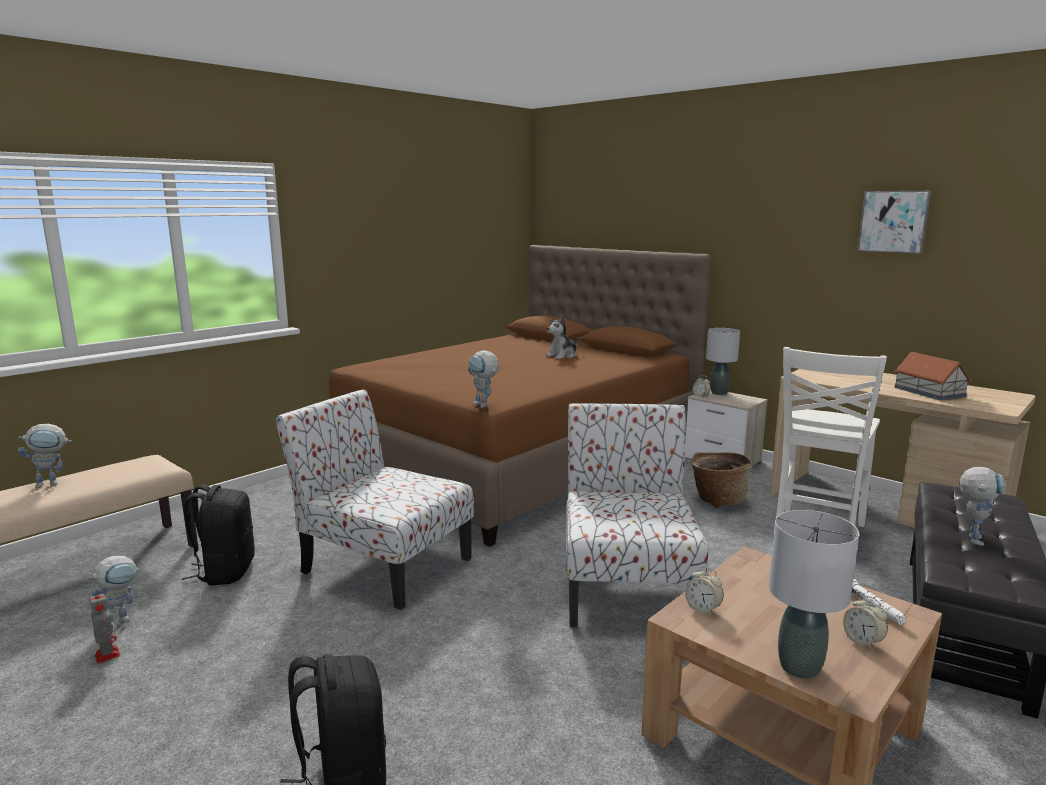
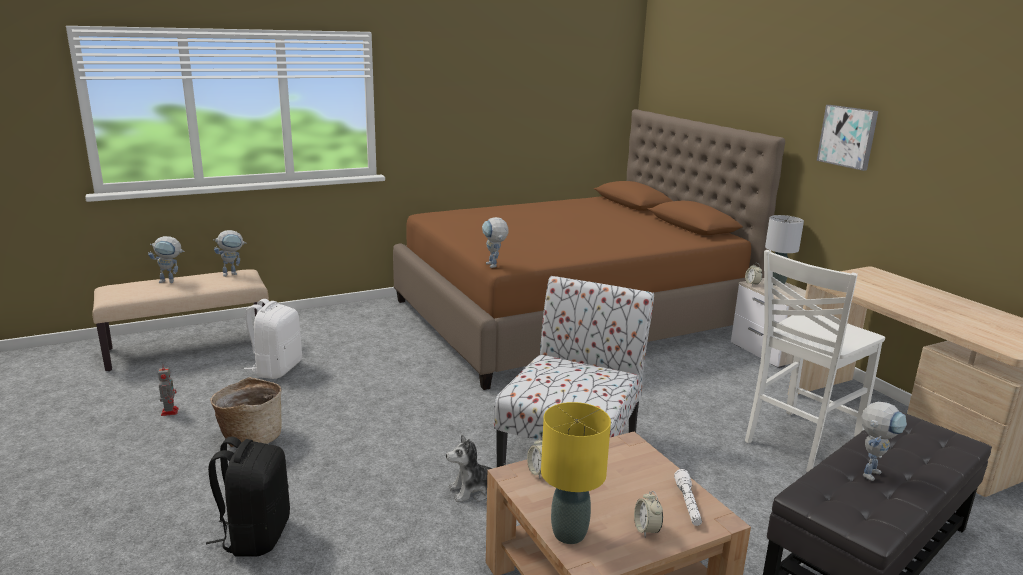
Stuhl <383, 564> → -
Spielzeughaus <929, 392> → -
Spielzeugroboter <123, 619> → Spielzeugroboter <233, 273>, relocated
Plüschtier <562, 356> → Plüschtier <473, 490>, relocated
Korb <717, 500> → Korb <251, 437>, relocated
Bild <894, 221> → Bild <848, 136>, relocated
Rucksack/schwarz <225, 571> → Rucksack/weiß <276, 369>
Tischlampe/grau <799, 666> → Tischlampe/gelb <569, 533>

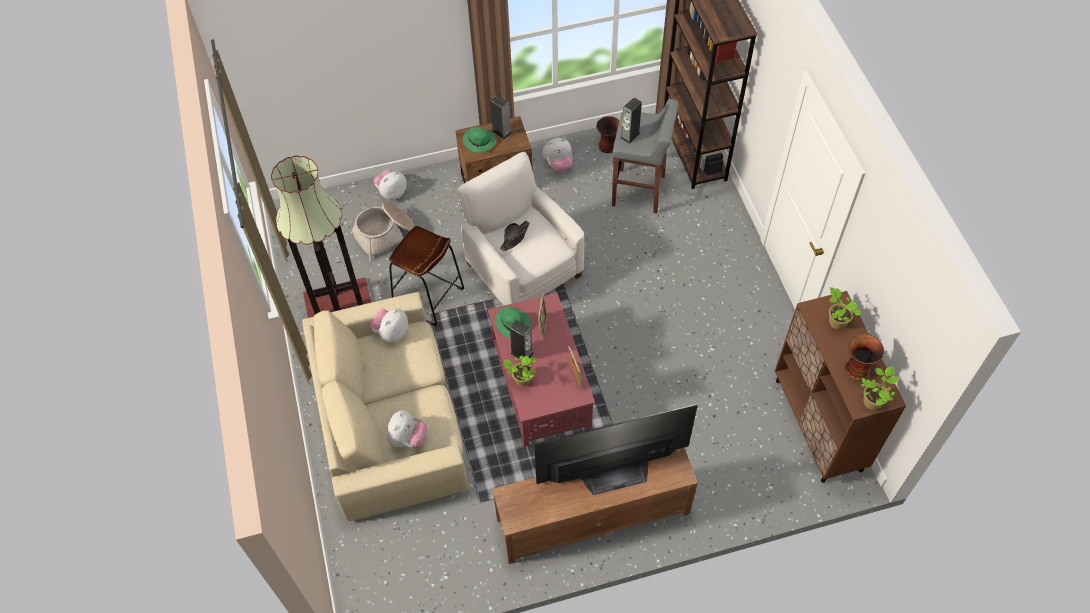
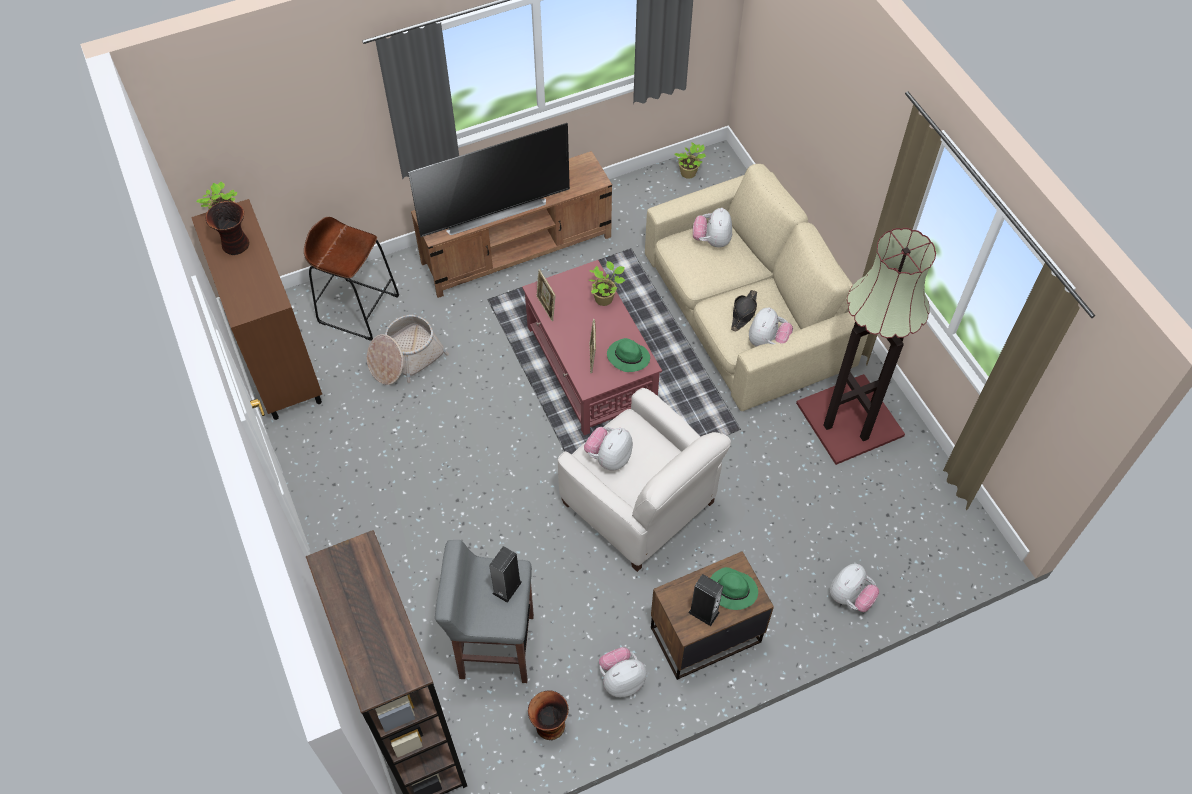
Lautsprecher <521, 353> → -
- → Plüschtier <609, 457>
Korb <385, 234> → Korb <405, 358>, relocated
Hocker/braun <428, 297> → Hocker/braun <358, 309>, relocated
Hut/schwarz <515, 237> → Hut/schwarz <743, 313>, relocated
Topfpflanze <836, 321> → Topfpflanze <689, 173>, relocated

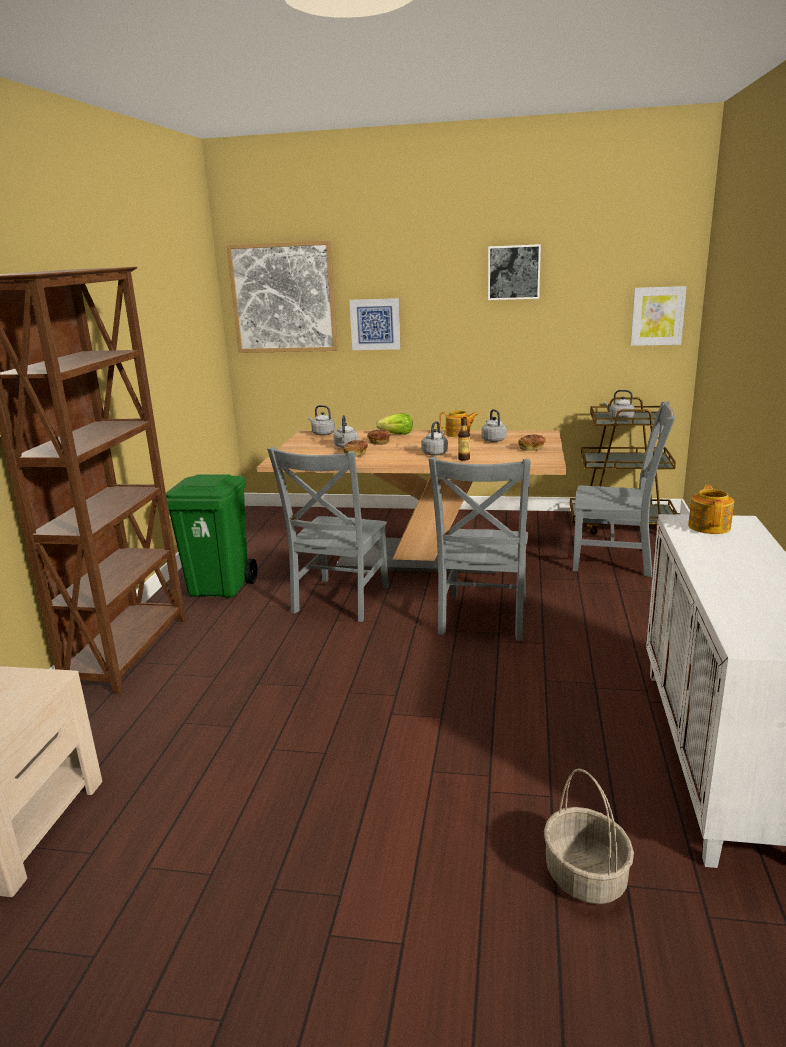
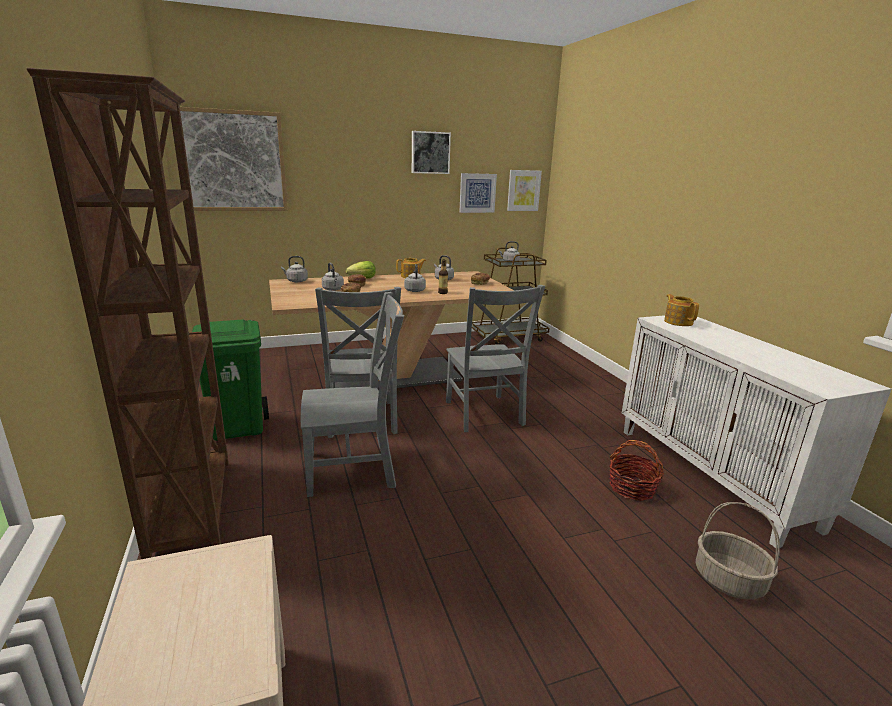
- → Korb <632, 488>
Bild <375, 324> → Bild <477, 193>, relocated
Stuhl/grau <616, 560> → Stuhl/grau <355, 469>, relocated

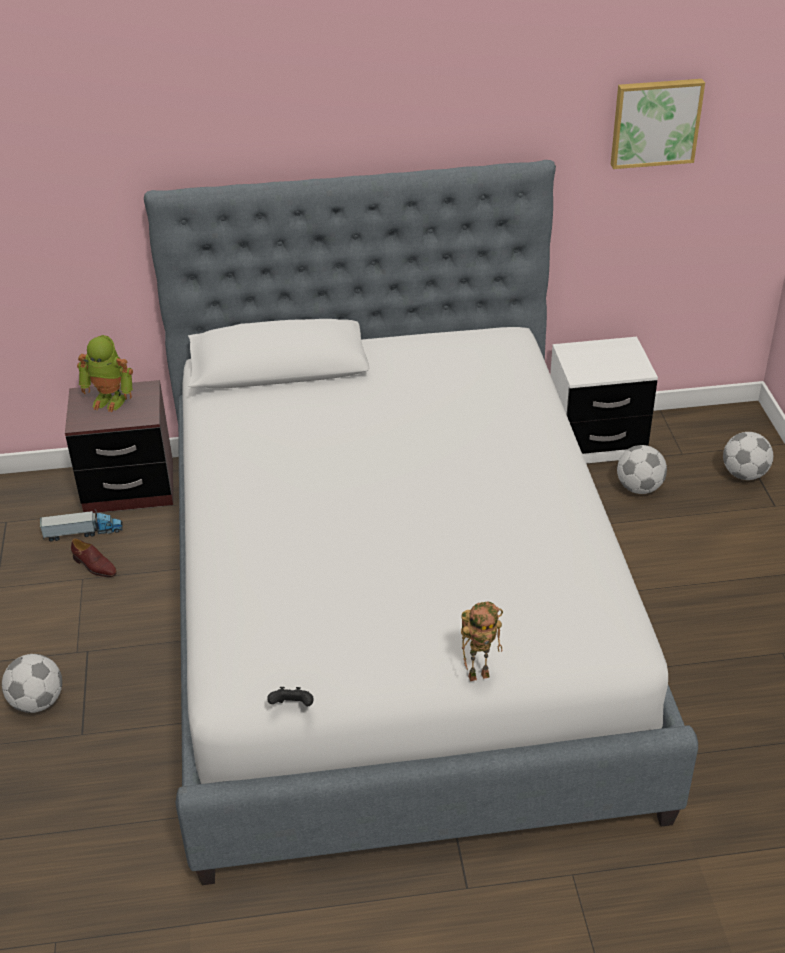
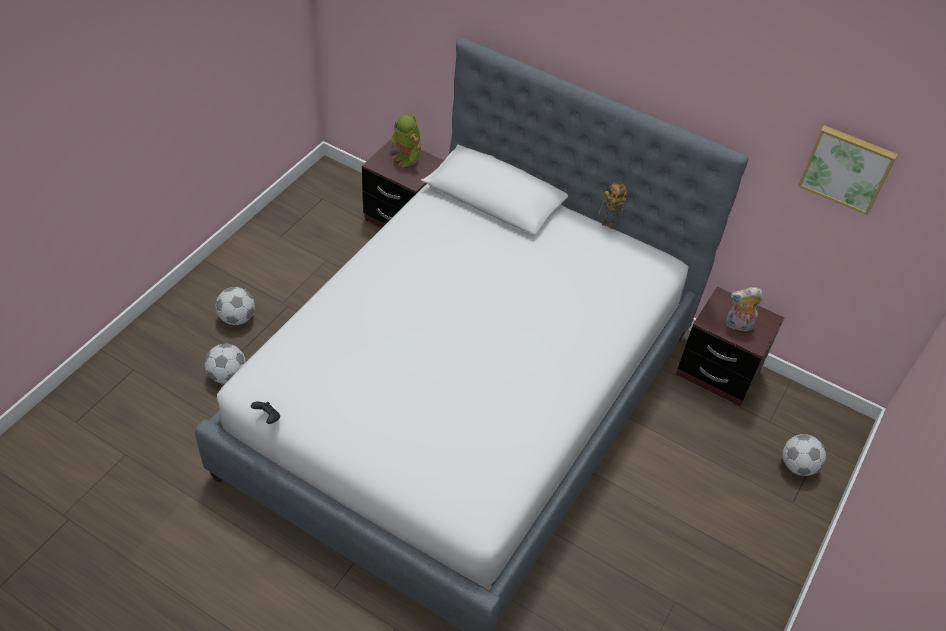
Spielzeuglaster <83, 532> → -
Schuh/braun <94, 566> → -
- → Plüschtier <738, 325>
Spielzeugroboter <479, 674> → Spielzeugroboter <609, 225>, relocated
Fußball <639, 488> → Fußball <227, 375>, relocated
Nachttisch/weiß <595, 442> → Nachttisch/braun <718, 372>

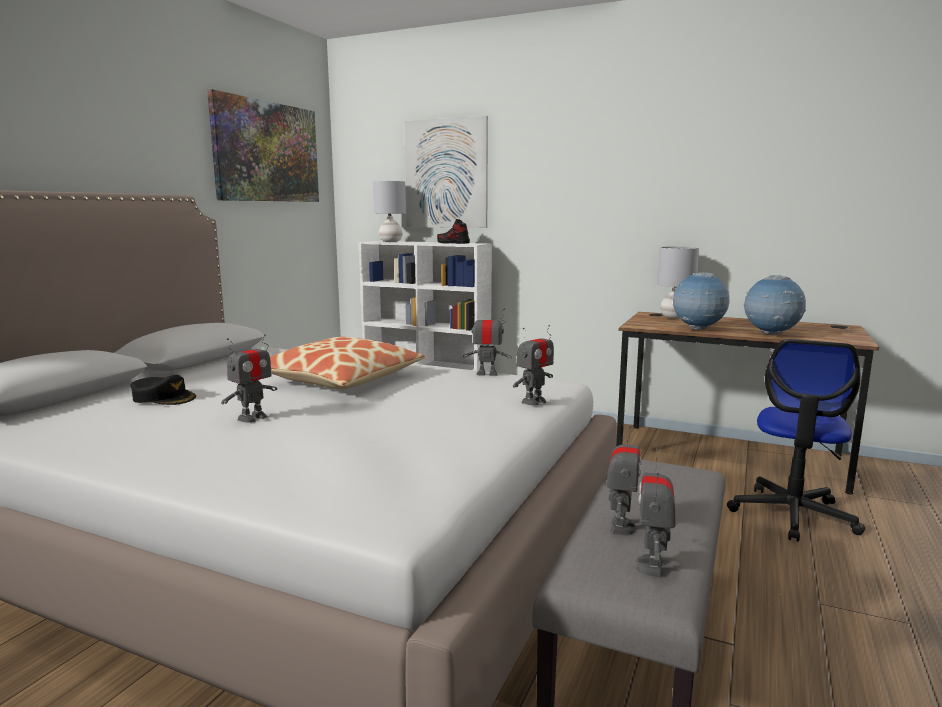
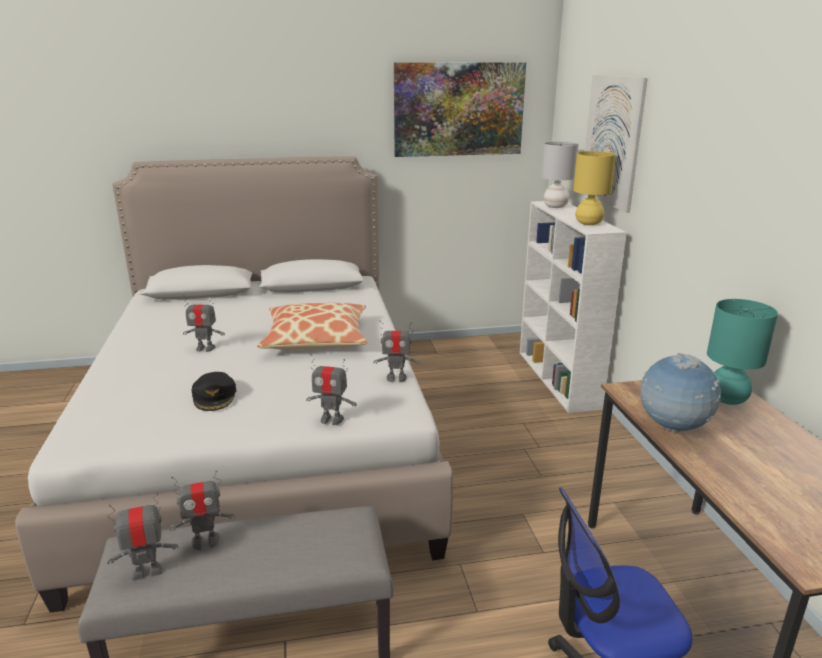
Globus <771, 335> → -
Kappe/schwarz <164, 398> → Kappe/schwarz <215, 396>, relocated
Schuh <453, 243> → Tischlampe/gelb <588, 223>
Tischlampe/grau <673, 317> → Tischlampe/türkis <727, 399>
Spielzeugroboter <487, 374> → Spielzeugroboter <396, 378>, 120 degrees clockwise

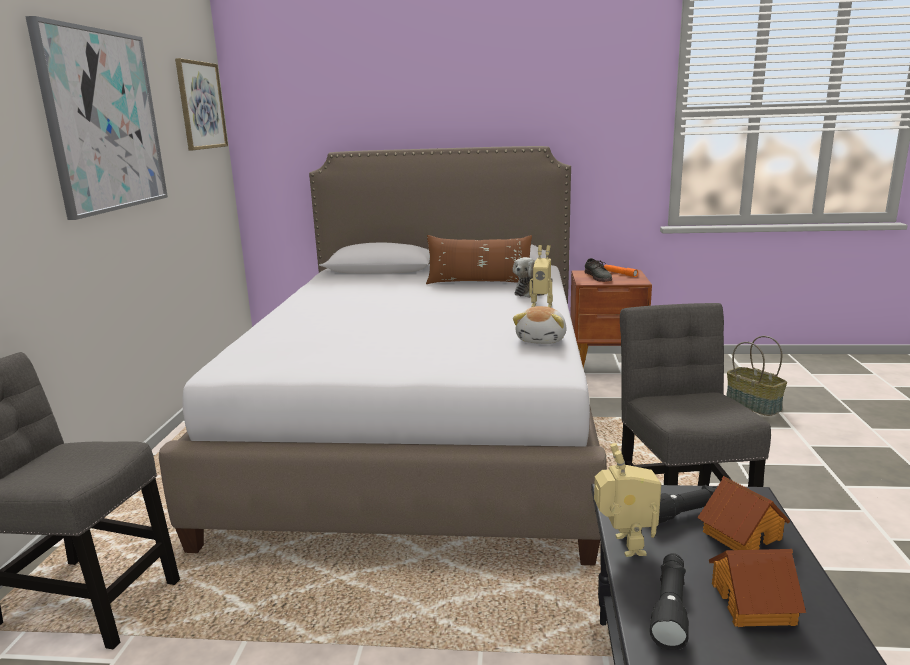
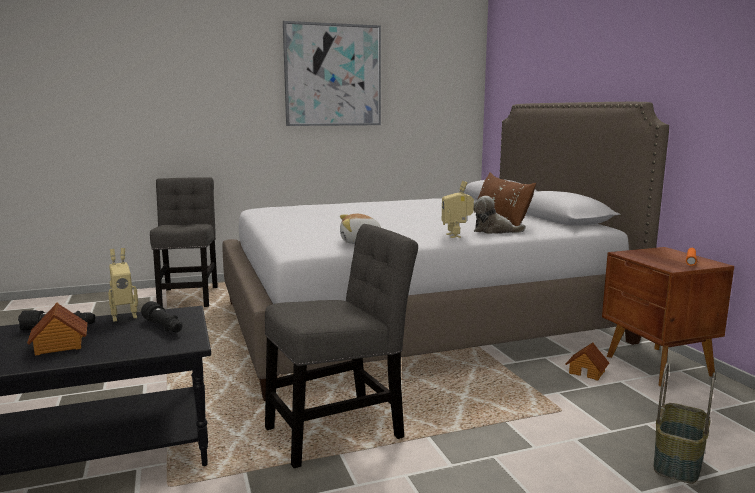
Bild <201, 105> → -
Schuh/grau <598, 277> → -
Spielzeughaus <741, 534> → Spielzeughaus <587, 372>, relocated

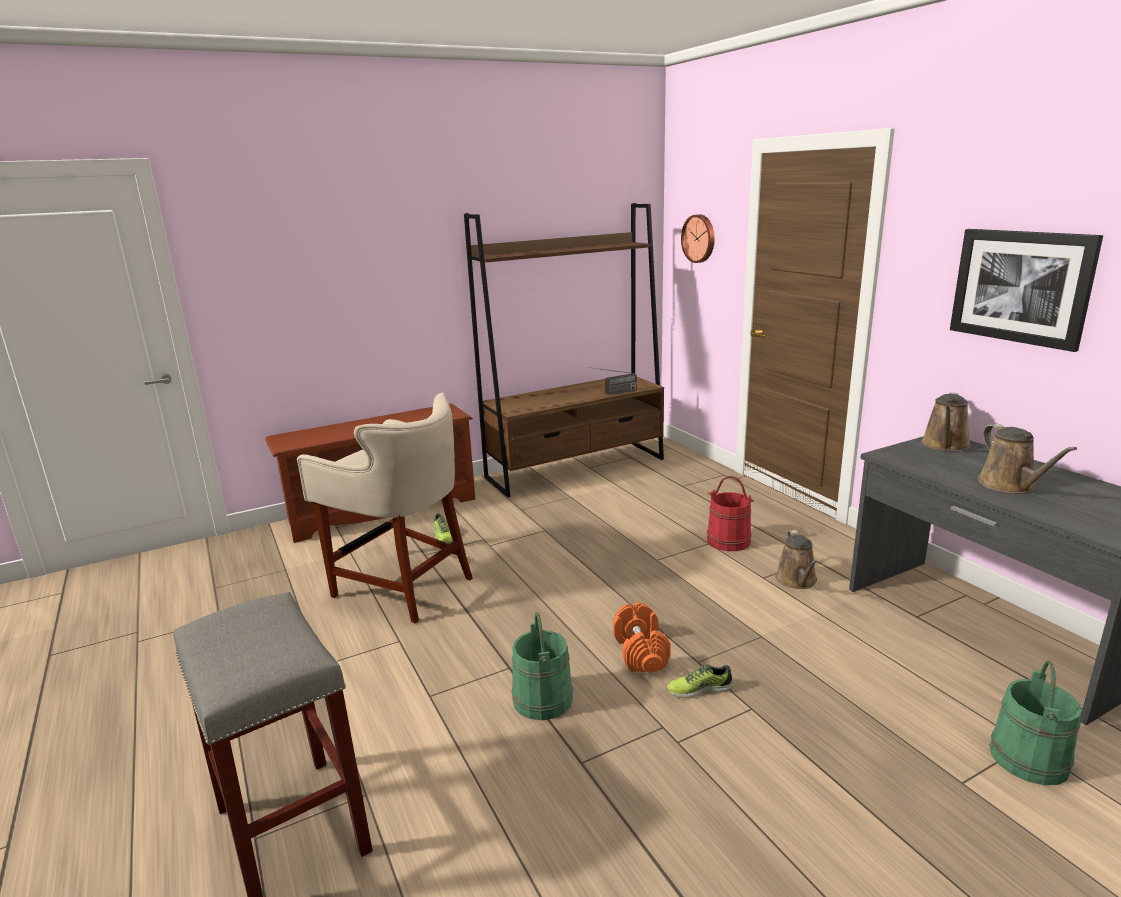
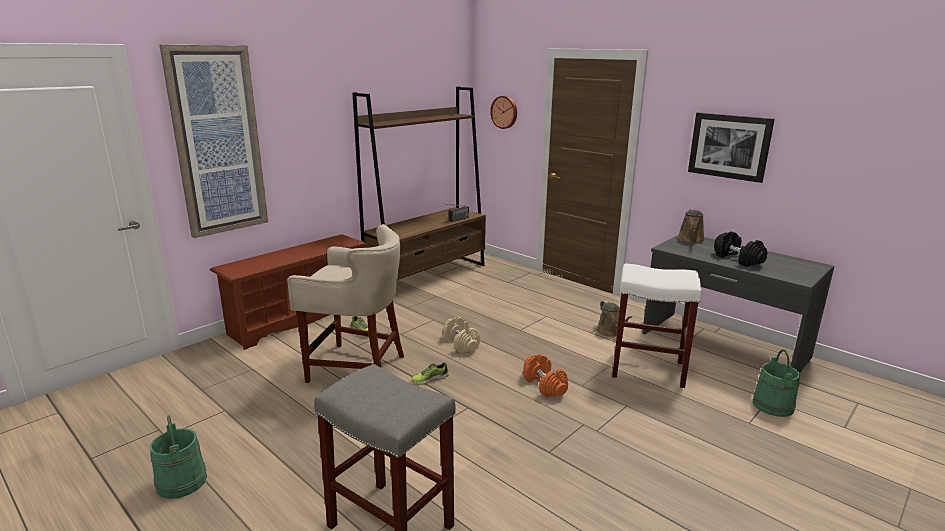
Eimer/rot <728, 540> → -
- → Bild <217, 141>
- → Hantel/beige <461, 343>
- → Hocker/weiß <646, 369>
Eimer/grün <542, 699> → Eimer/grün <181, 482>, relocated
Schuh <699, 689> → Schuh <429, 379>, relocated
Gießkanne/braun <1010, 485> → Hantel/schwarz <738, 259>

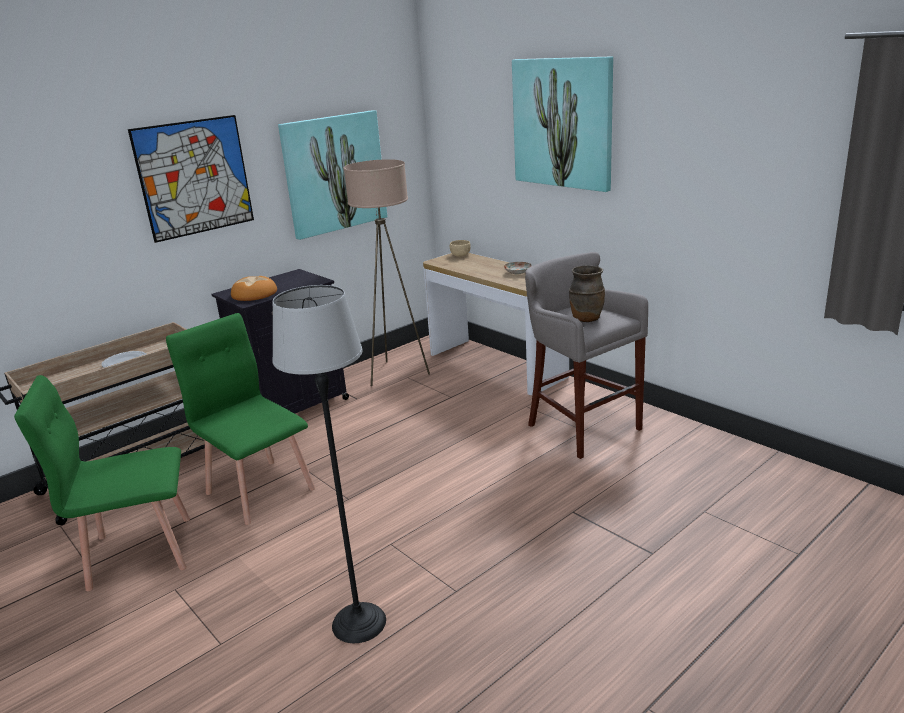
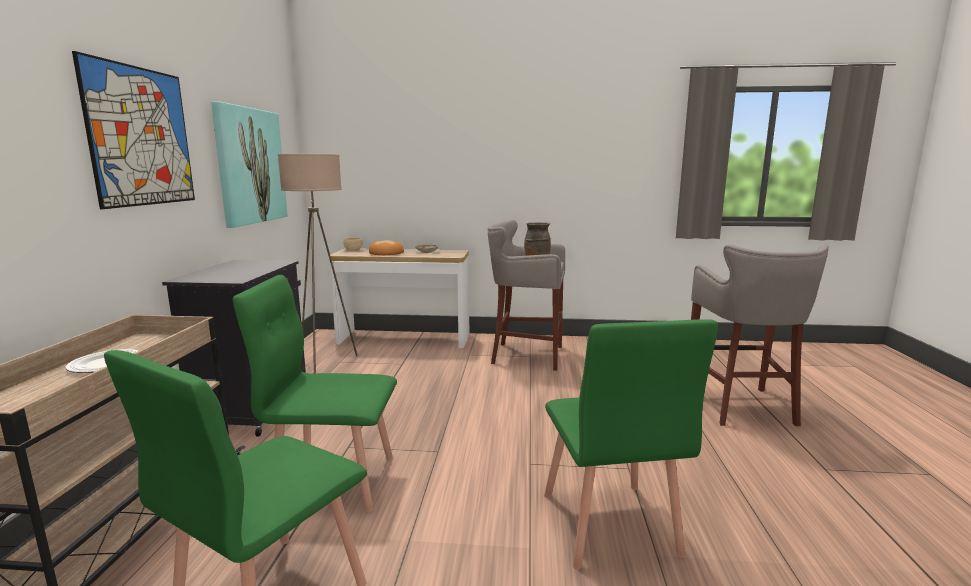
Bild <563, 123> → -
- → Hocker/grau <741, 407>
Brot <254, 294> → Brot <386, 253>, relocated
Stehlampe <358, 622> → Stuhl/grün <608, 524>

